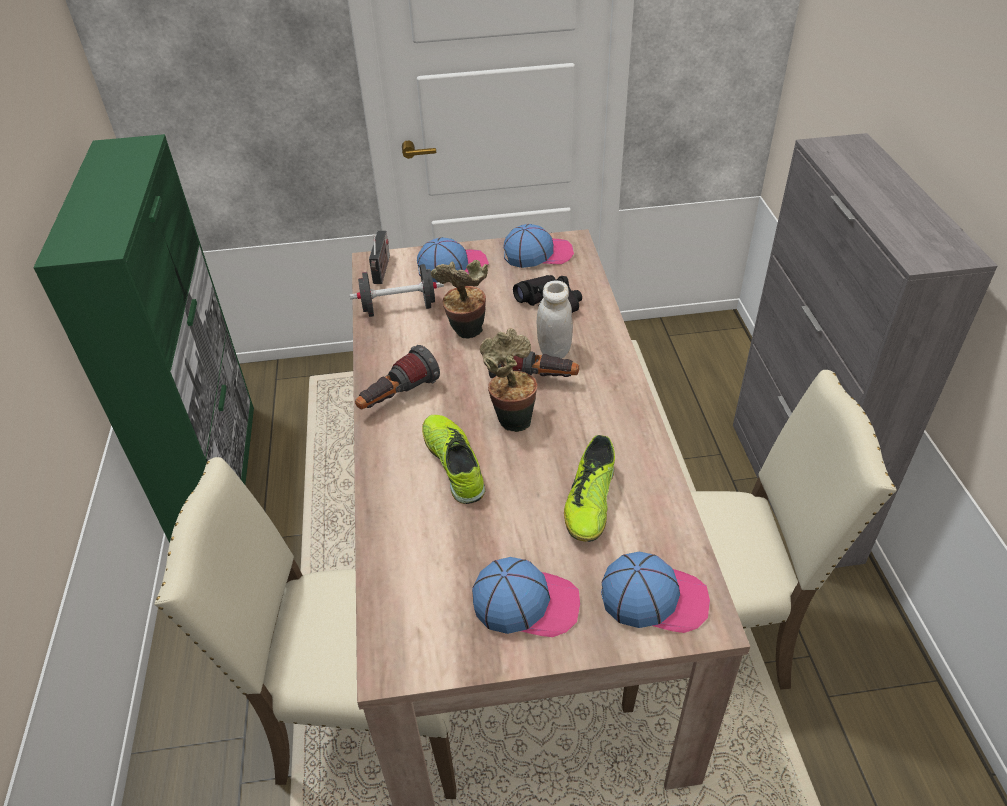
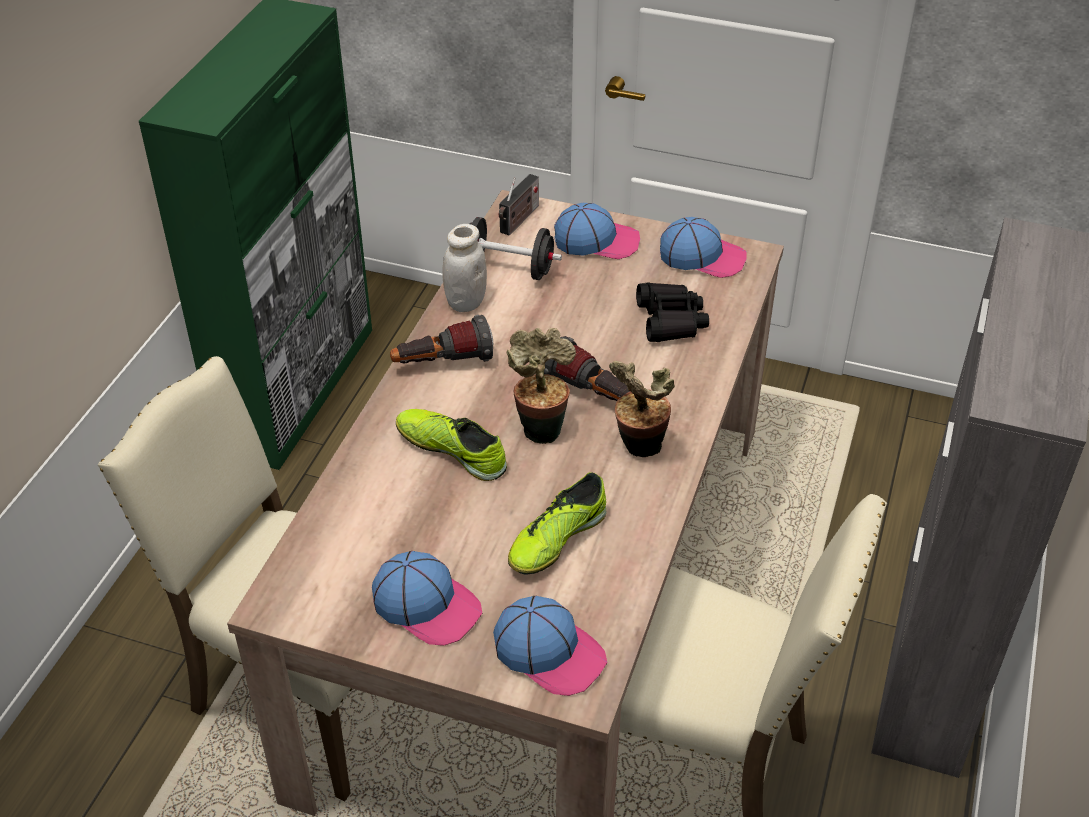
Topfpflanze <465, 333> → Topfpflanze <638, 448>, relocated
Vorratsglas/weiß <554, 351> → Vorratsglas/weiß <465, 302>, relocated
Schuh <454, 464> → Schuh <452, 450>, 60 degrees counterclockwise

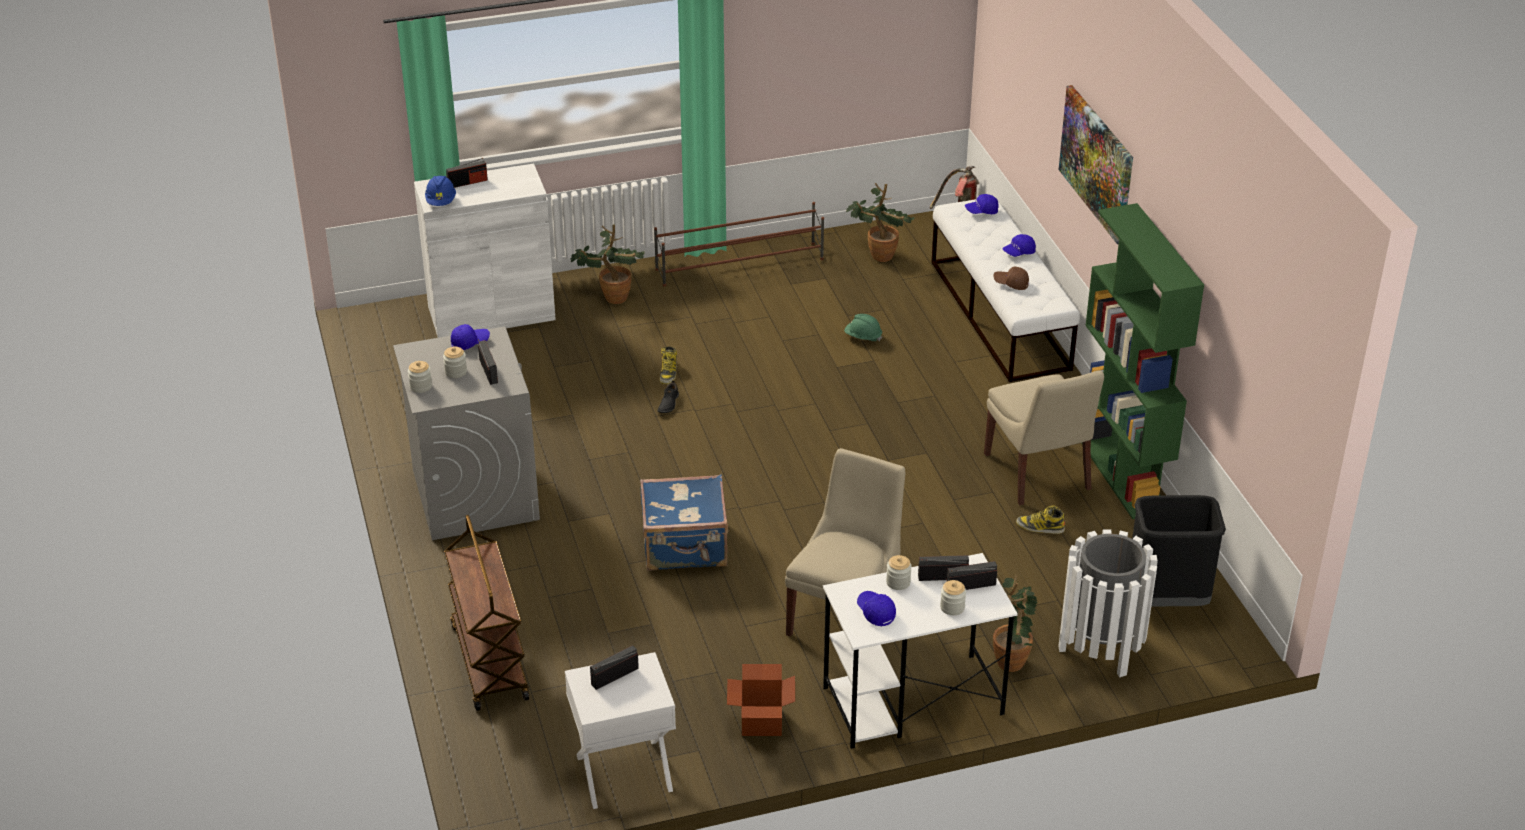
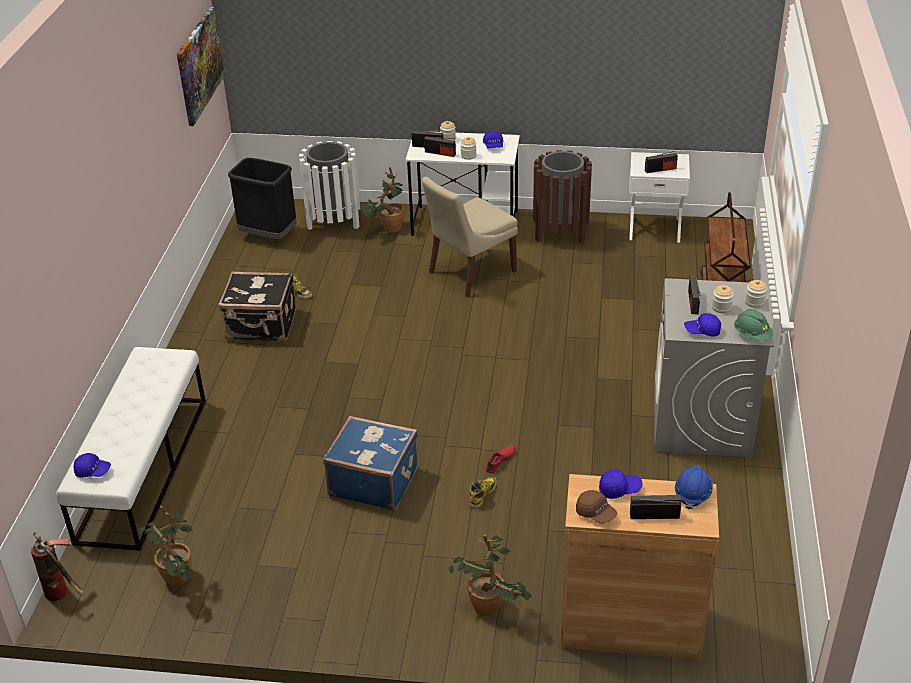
Schuhregal/braun <740, 264> → -
Bücherregal/grün <1121, 471> → -
Koffer/blau <685, 547> → Koffer/blau <373, 481>, relocated
Schutzhelm/grün <863, 337> → Schutzhelm/grün <752, 335>, relocated
Kappe/braun <1011, 283> → Kappe/braun <596, 513>, relocated
Kappe/blau <1018, 252> → Kappe/blau <619, 489>, relocated
Bild <1097, 163> → Bild <199, 65>, relocated
Karton <762, 722> → Mülleimer/braun <560, 233>
Stuhl/beige <1038, 474> → Koffer/schwarz <261, 325>
Schrank/weiß <491, 313> → Schrank/braun <630, 626>
Schuh/schwarz <668, 404> → Schuh/rot <500, 461>

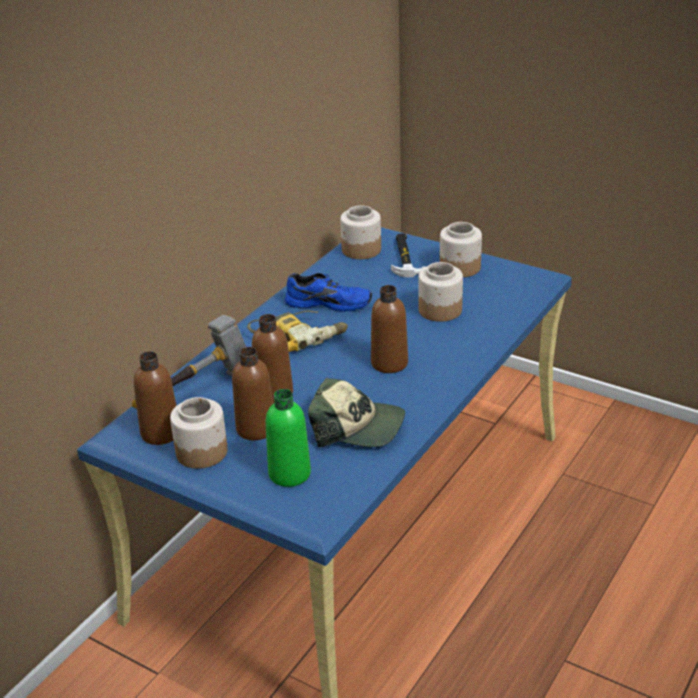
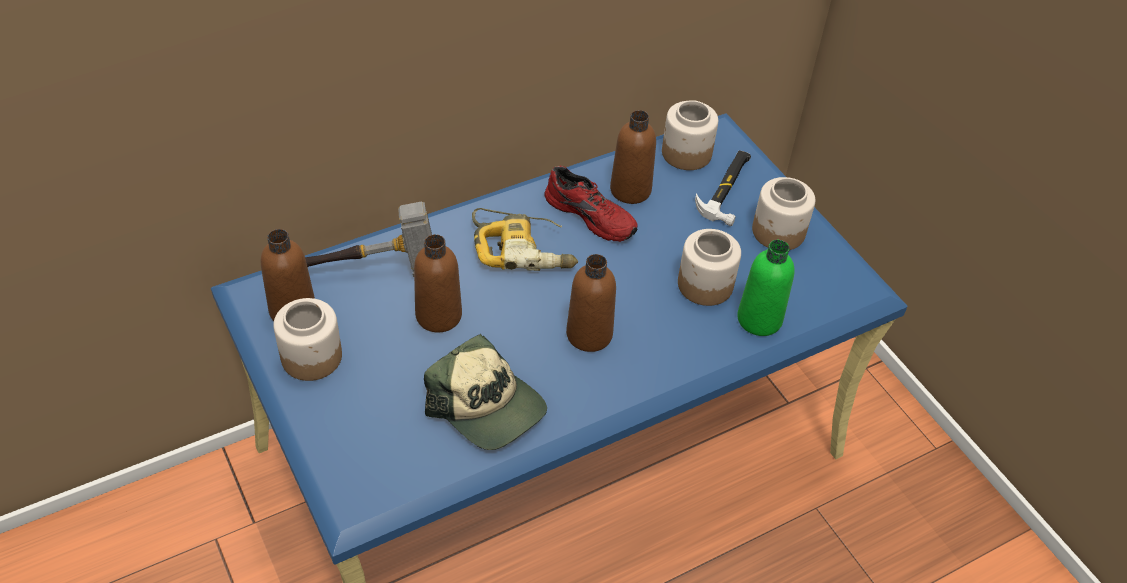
Flasche/braun <256, 428> → Flasche/braun <630, 190>, relocated
Flasche/grün <289, 473> → Flasche/grün <759, 319>, relocated
Schuh/blau <329, 302> → Schuh/rot <592, 214>

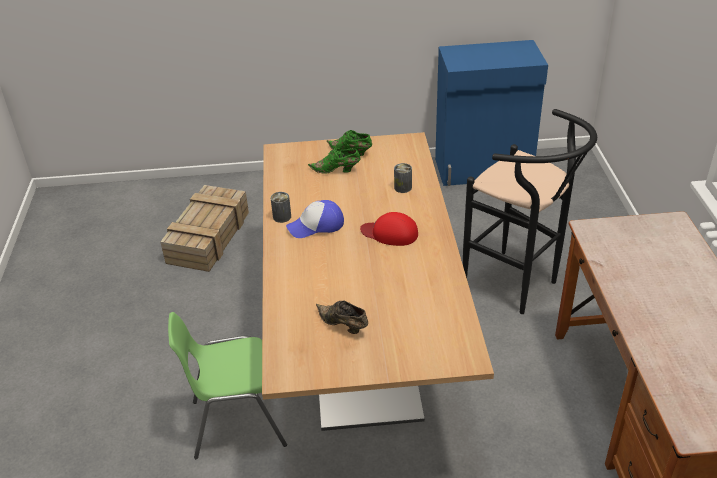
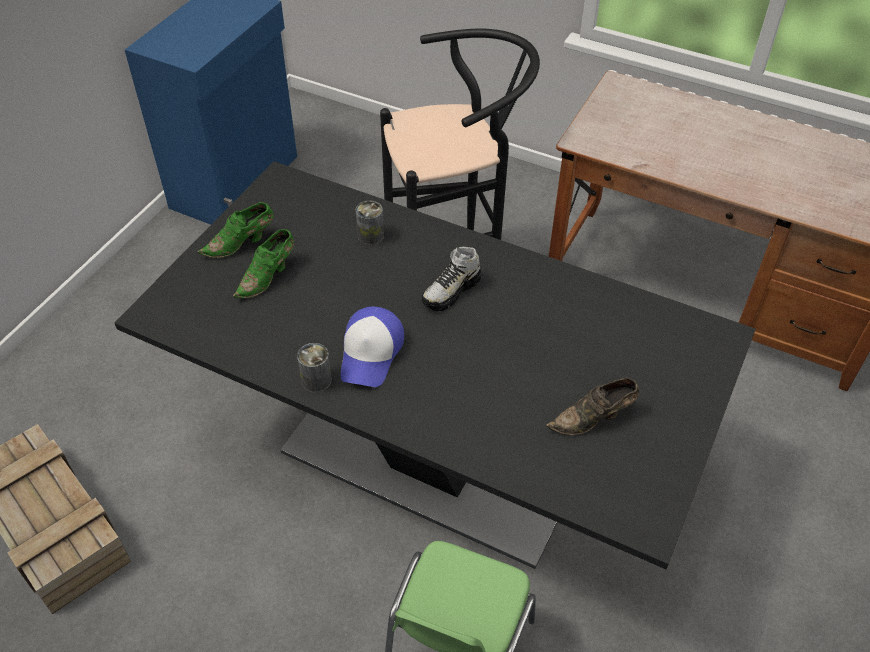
Kappe/rot <390, 233> → Schuh <451, 291>
Esstisch/beige <363, 349> → Esstisch/schwarz <433, 457>

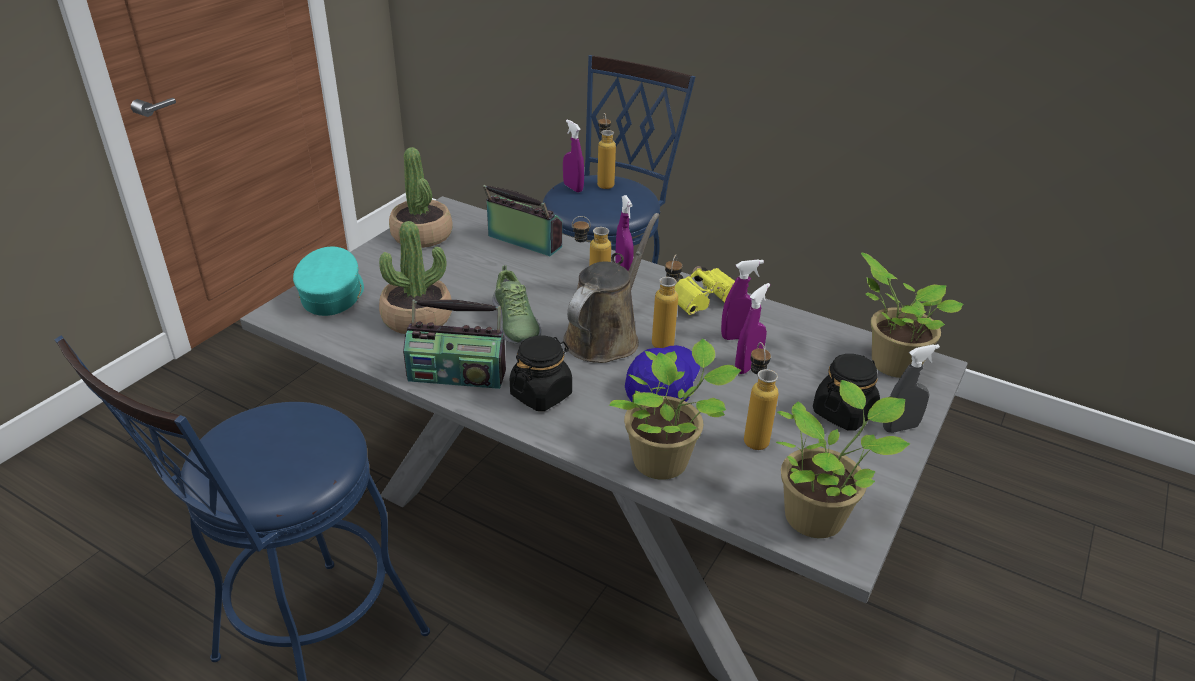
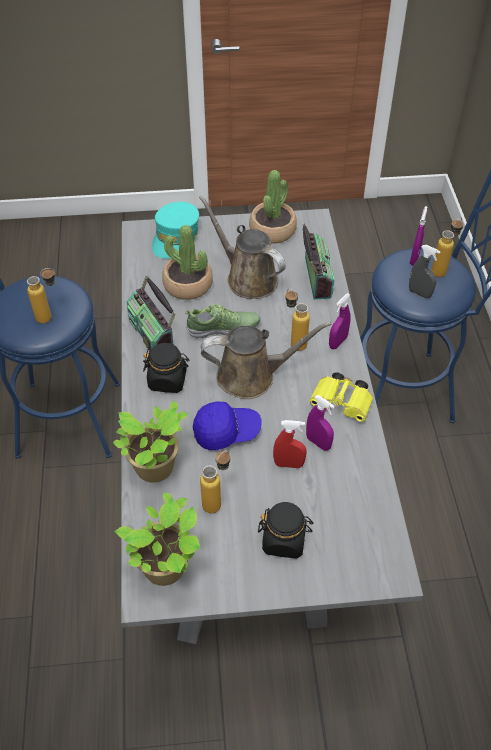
Topfpflanze <890, 363> → -
- → Gießkanne/braun <248, 278>
Flasche <665, 339> → Flasche <50, 317>, relocated
Sprühflasche/grau <900, 427> → Sprühflasche/grau <419, 293>, relocated
Sprühflasche/lila <748, 366> → Sprühflasche/rot <288, 464>
Kappe/türkis <332, 294> → Kappe/türkis <175, 237>, 150 degrees clockwise
Schuh <515, 324> → Schuh <223, 328>, 135 degrees counterclockwise

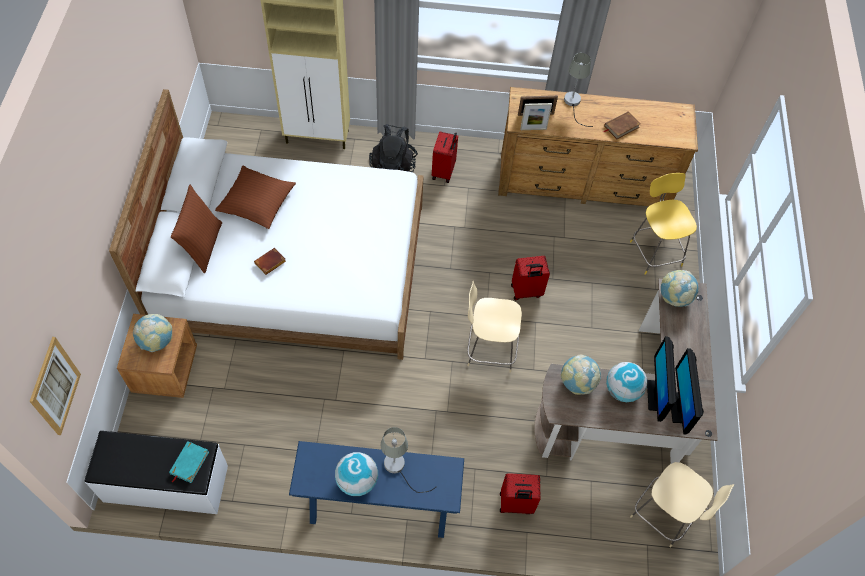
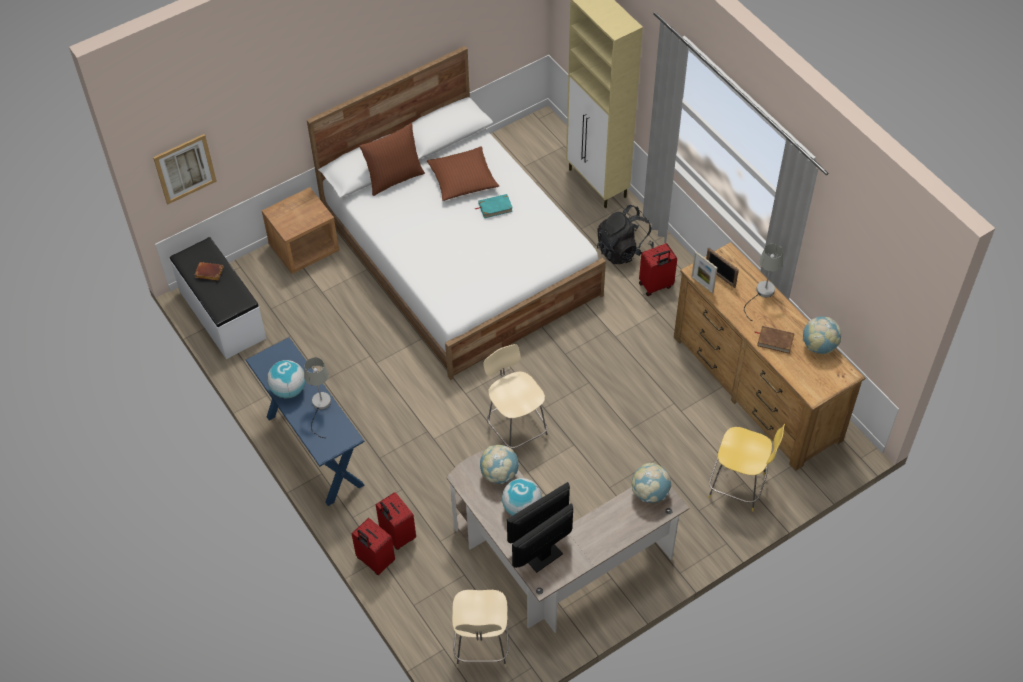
Globus <156, 341> → Globus <819, 346>, relocated
Buch/türkis <189, 463> → Buch/türkis <495, 207>, relocated
Buch/braun <270, 263> → Buch/braun <208, 273>, relocated
Koffer/rot <526, 292> → Koffer/rot <374, 561>, relocated
Stuhl/gelb <655, 252> → Stuhl/gelb <739, 486>, 75 degrees clockwise

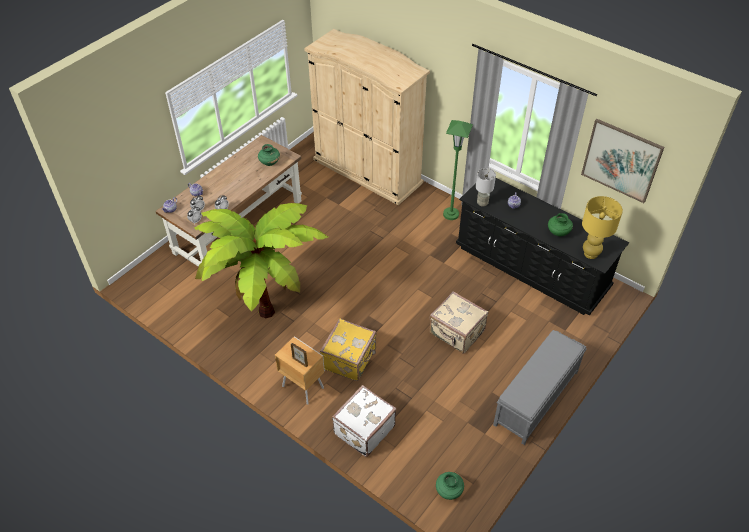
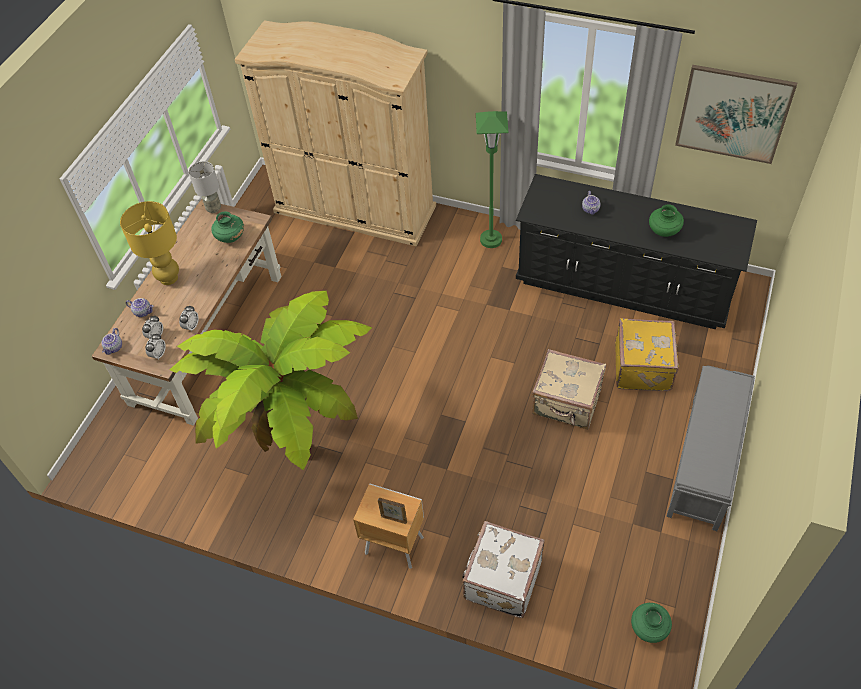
Koffer/gelb <350, 359> → Koffer/gelb <644, 367>, relocated
Tischlampe/grau <482, 203> → Tischlampe/grau <213, 208>, relocated
Tischlampe/gelb <590, 254> → Tischlampe/gelb <168, 278>, relocated

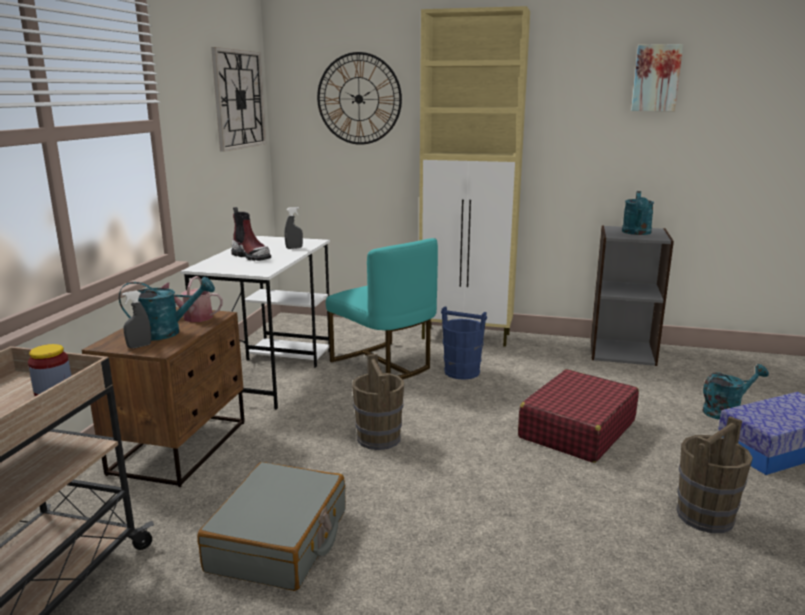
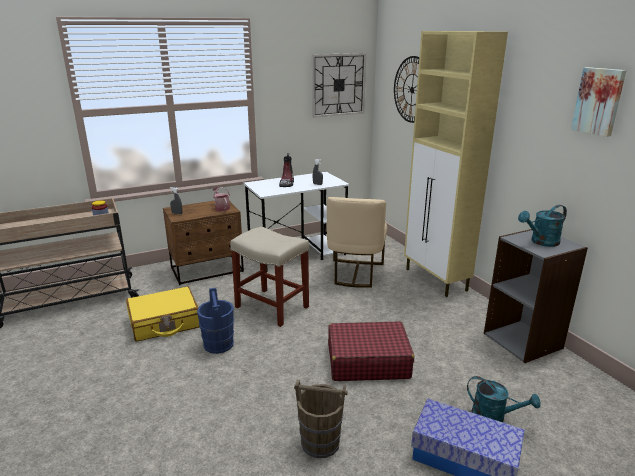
Gießkanne/türkis <167, 332> → -
Eimer/blau <461, 372> → Eimer/blau <218, 344>, relocated
Eimer/braun <379, 438> → Hocker/beige <273, 307>
Koffer/grau <279, 541> → Koffer/gelb <164, 323>
Stuhl/türkis <384, 363> → Stuhl/beige <355, 273>

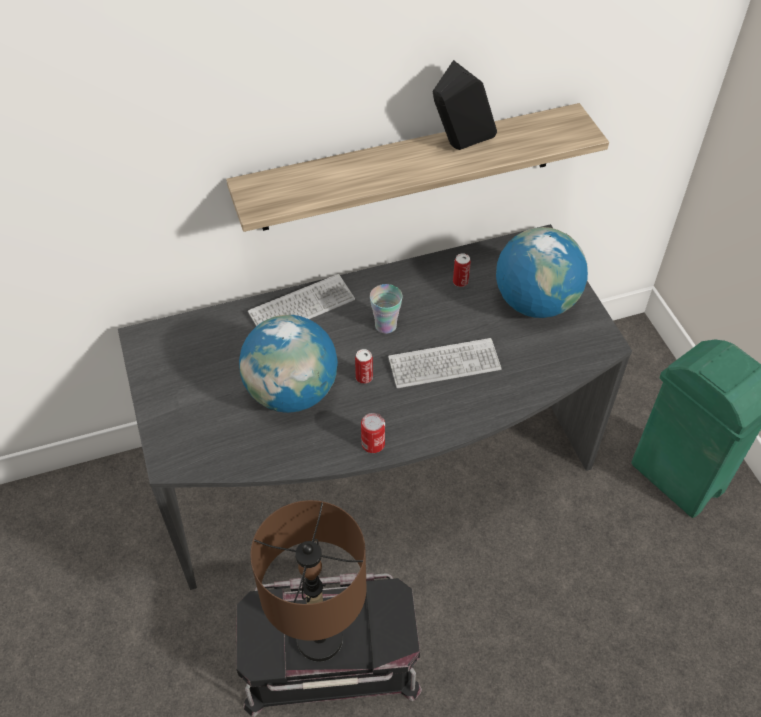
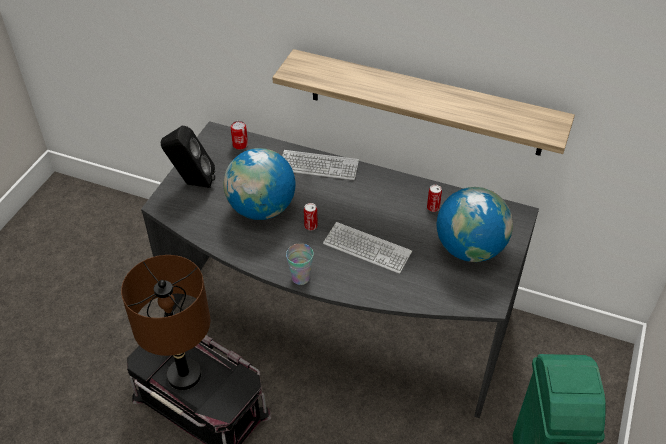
Dose <373, 444> → Dose <240, 145>, relocated
Tasse <385, 325> → Tasse <300, 278>, relocated
Lautsprecher/schwarz <459, 147> → Lautsprecher/schwarz <192, 183>, relocated

